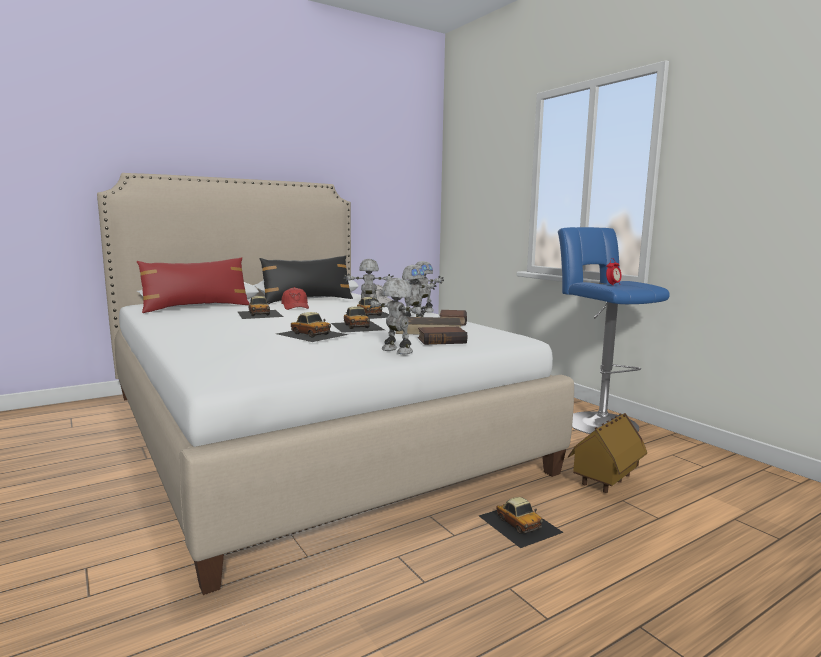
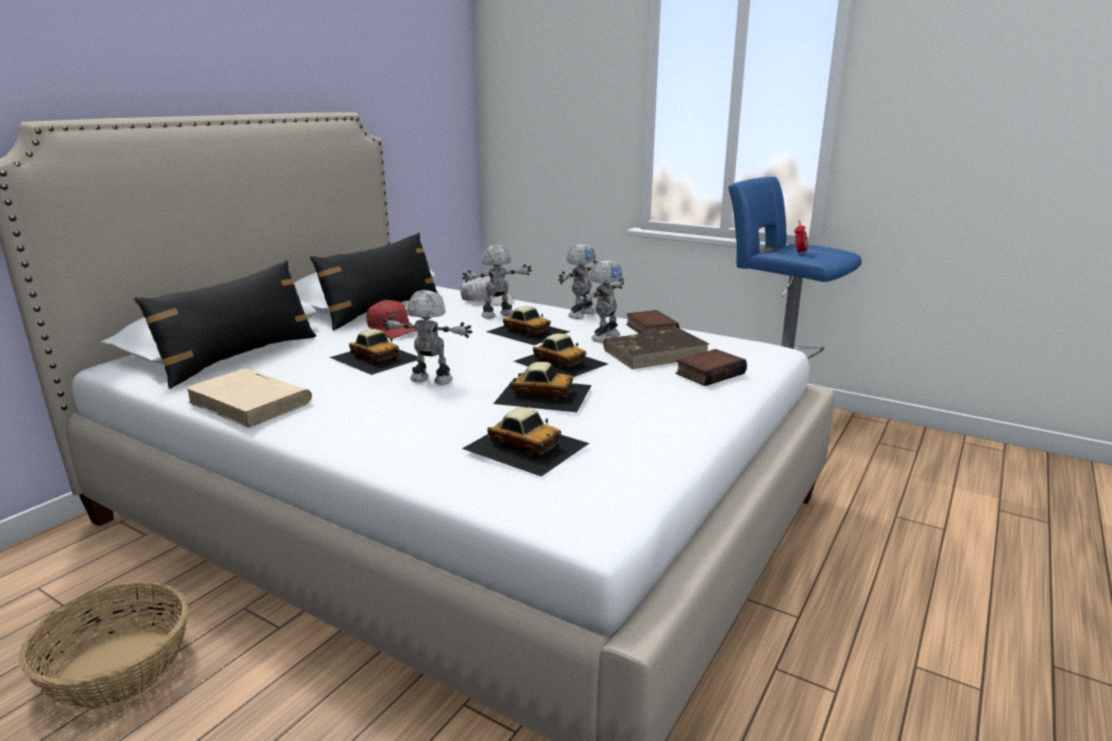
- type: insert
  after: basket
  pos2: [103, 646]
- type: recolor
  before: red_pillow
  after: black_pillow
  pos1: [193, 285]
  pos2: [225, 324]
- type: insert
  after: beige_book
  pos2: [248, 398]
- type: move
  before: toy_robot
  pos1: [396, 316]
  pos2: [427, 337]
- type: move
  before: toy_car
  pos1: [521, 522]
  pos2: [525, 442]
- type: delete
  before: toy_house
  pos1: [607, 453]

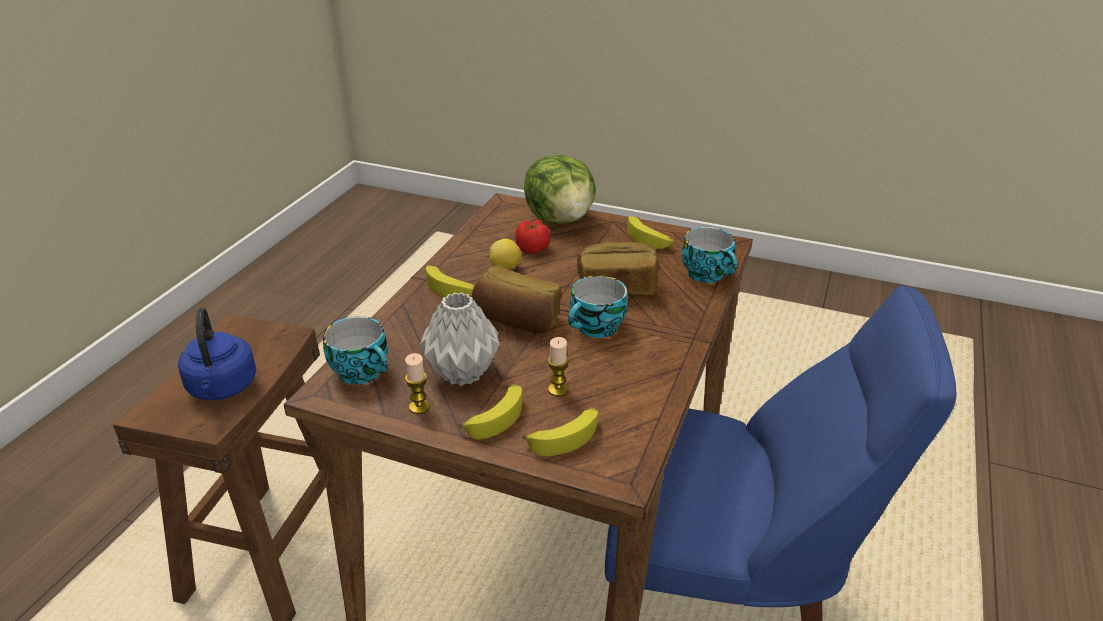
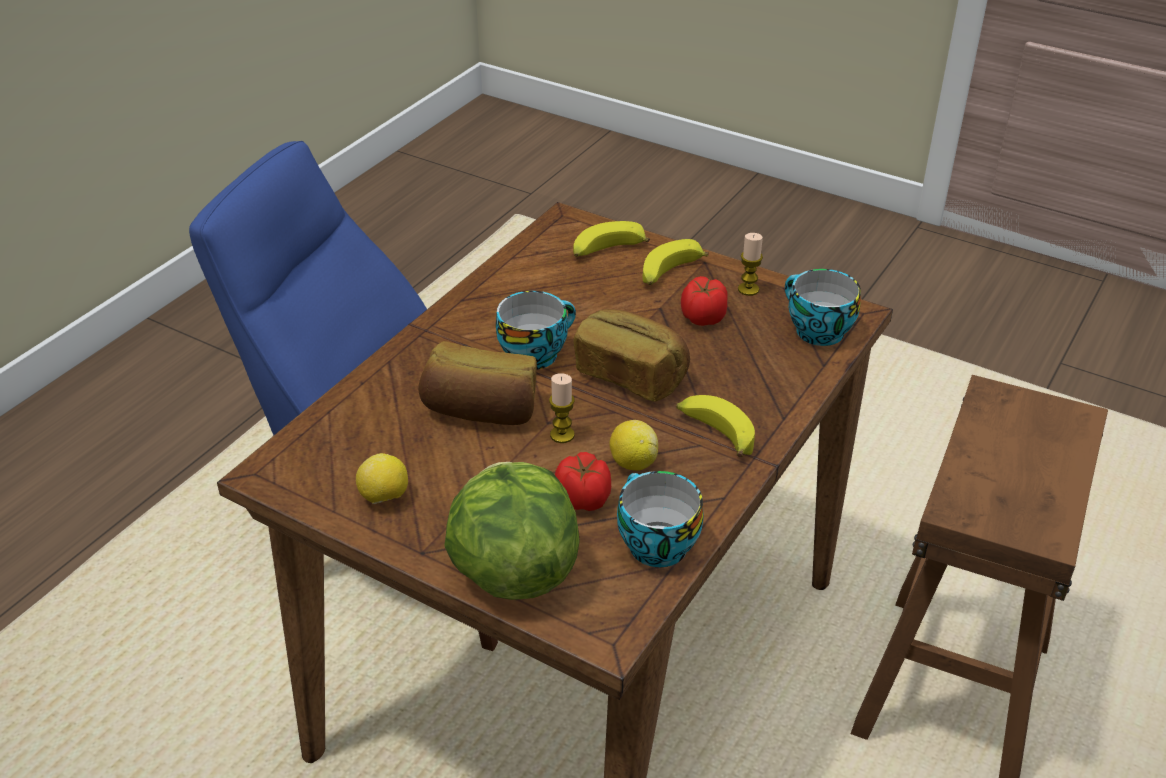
- type: replace
  before: banana
  after: lemon
  pos1: [651, 232]
  pos2: [382, 478]
- type: move
  before: candle
  pos1: [558, 367]
  pos2: [562, 408]
- type: move
  before: cup
  pos1: [709, 255]
  pos2: [660, 519]
- type: replace
  before: grey_vase
  after: tomato
  pos1: [460, 339]
  pos2: [704, 301]
- type: delete
  before: blue_kettle
  pos1: [217, 354]

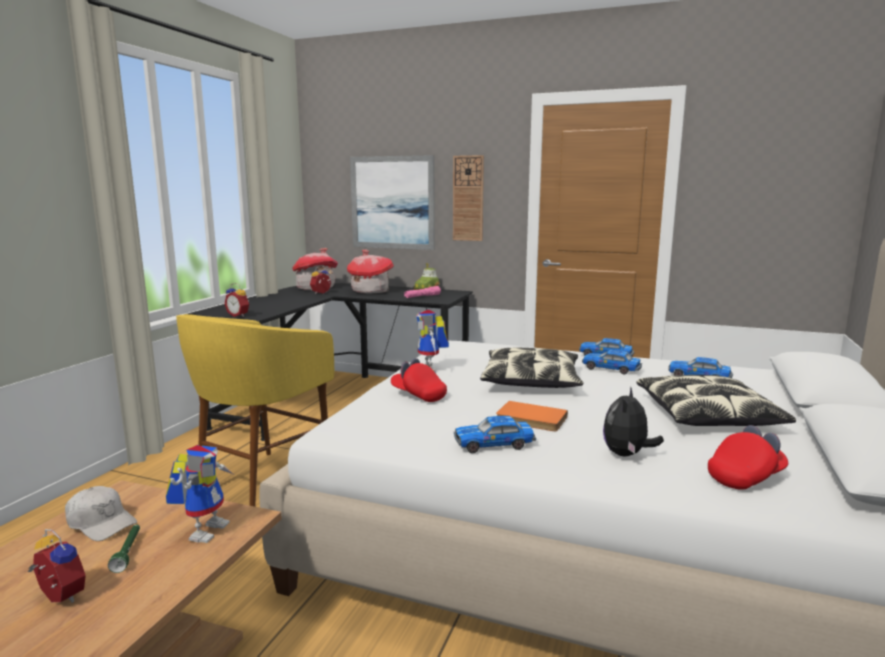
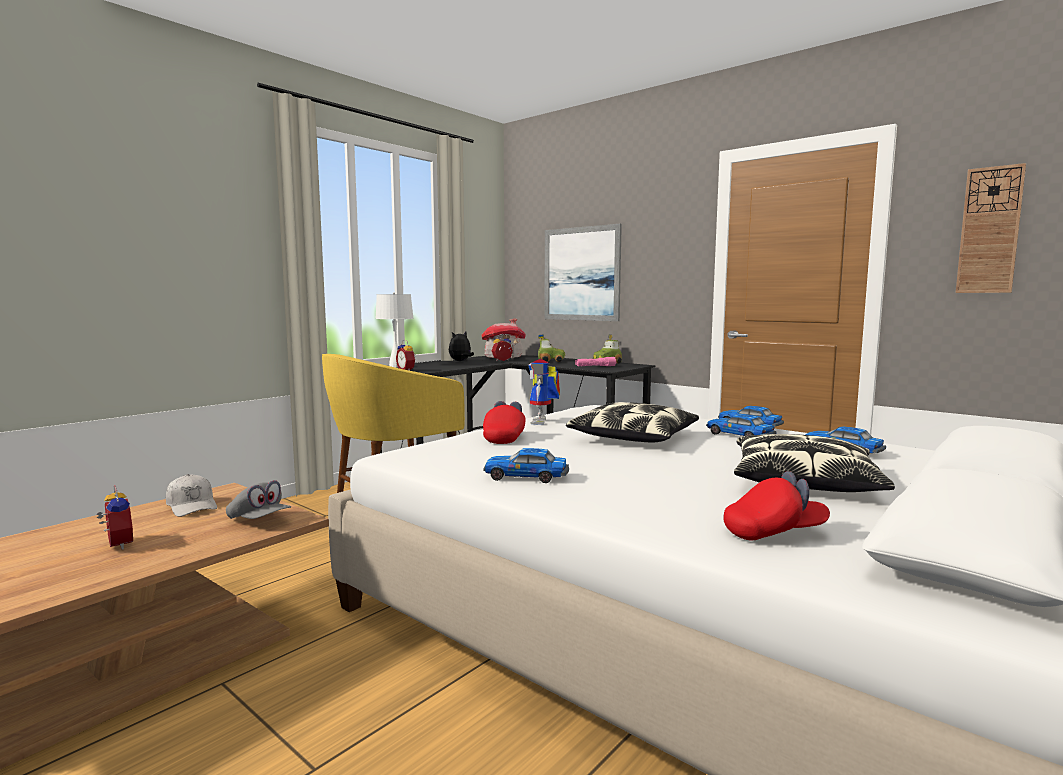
- type: replace
  before: toy_robot
  after: grey_cap
  pos1: [199, 494]
  pos2: [258, 499]
- type: insert
  after: white_table_lamp
  pos2: [394, 329]
- type: move
  before: plush_toy
  pos1: [633, 421]
  pos2: [461, 346]
- type: rotate
  before: red_cap
  pos1: [419, 380]
  pos2: [504, 422]
  turn: 45
- type: replace
  before: toy_house
  after: toy_car
  pos1: [370, 271]
  pos2: [551, 348]
- type: move
  before: wall_clock
  pos1: [468, 198]
  pos2: [991, 228]
- type: delete
  before: green_flashlight
  pos1: [124, 548]
- type: delete
  before: orange_book
  pos1: [532, 416]

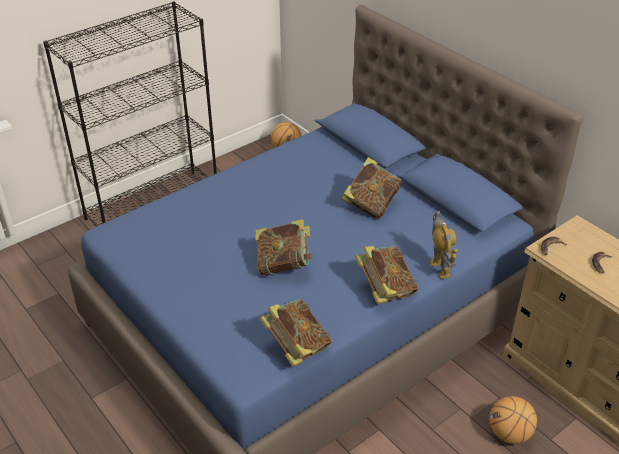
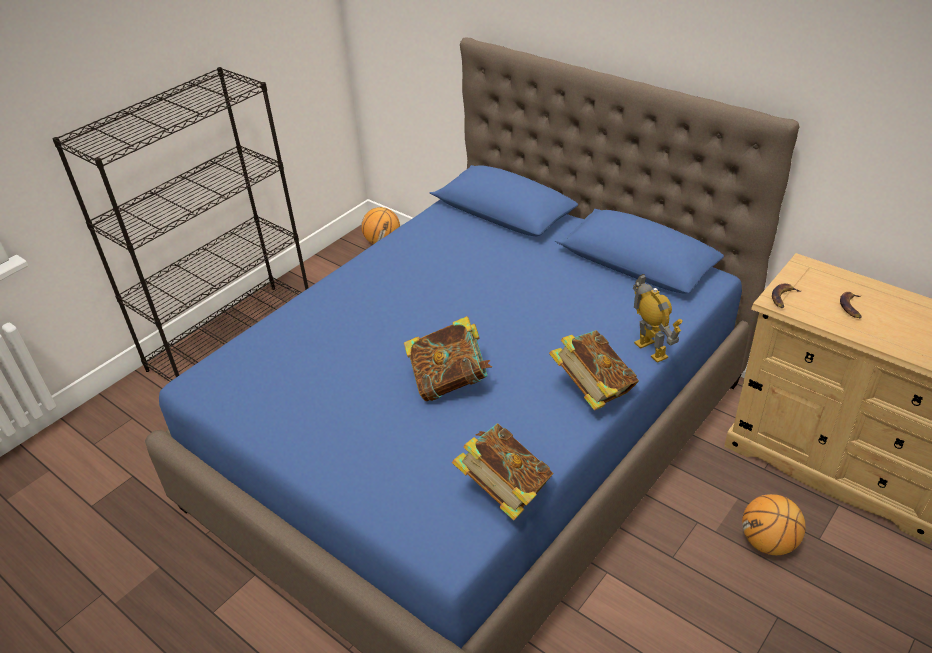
- type: delete
  before: book
  pos1: [371, 188]

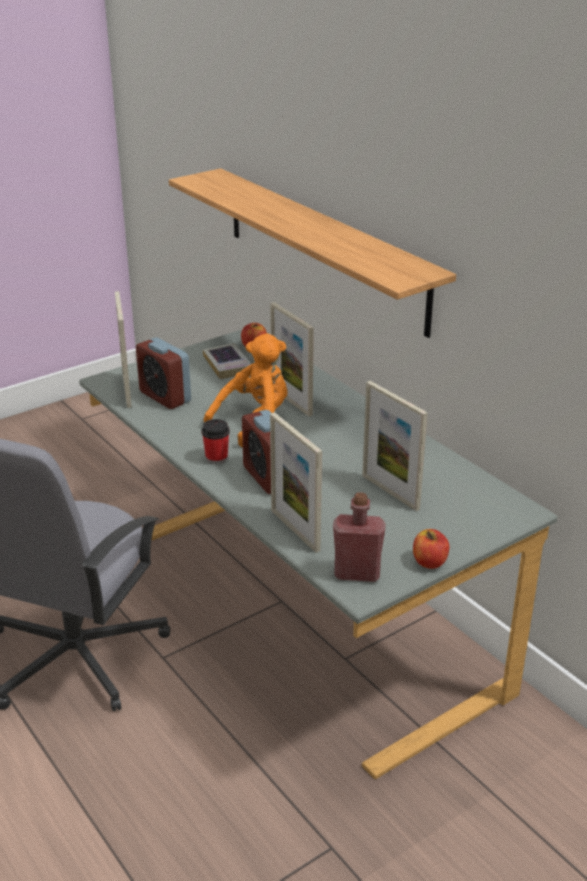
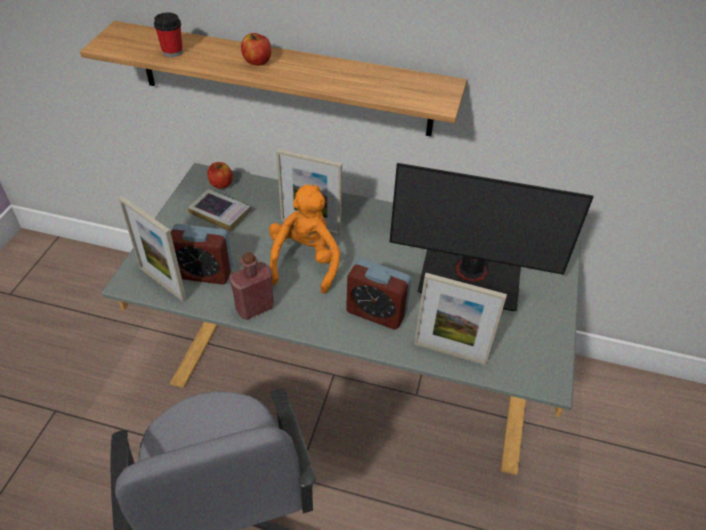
- type: move
  before: cup
  pos1: [216, 442]
  pos2: [168, 35]
- type: move
  before: red_bottle
  pos1: [359, 537]
  pos2: [252, 286]
- type: move
  before: apple
  pos1: [431, 549]
  pos2: [256, 49]
- type: replace
  before: picture_frame
  after: monitor
  pos1: [395, 446]
  pos2: [491, 237]

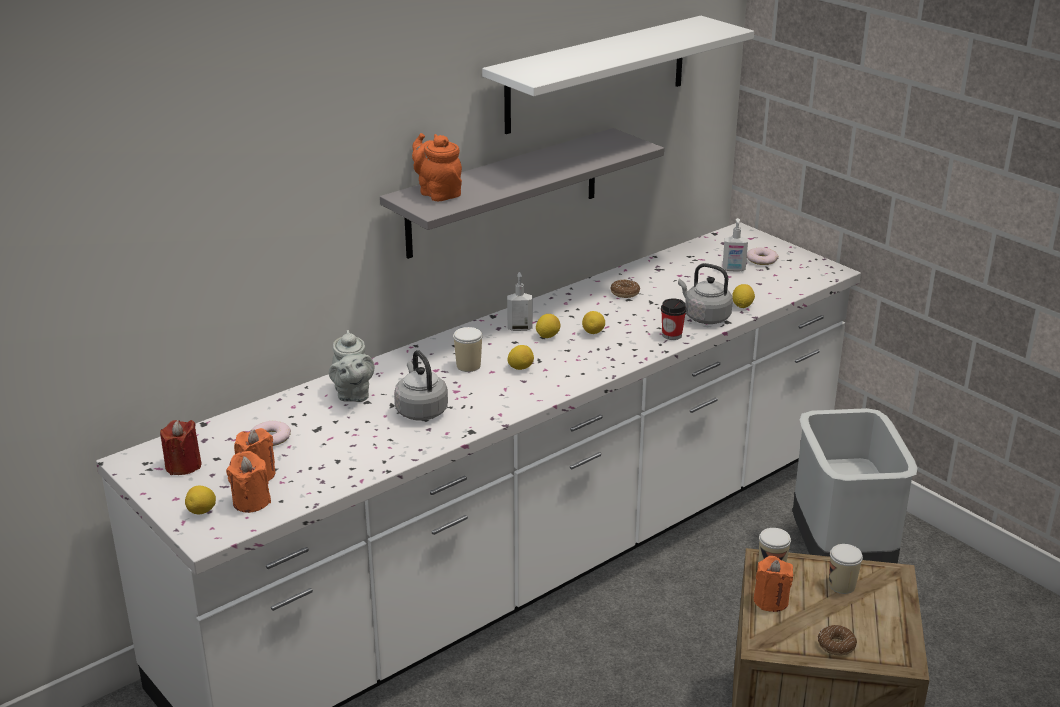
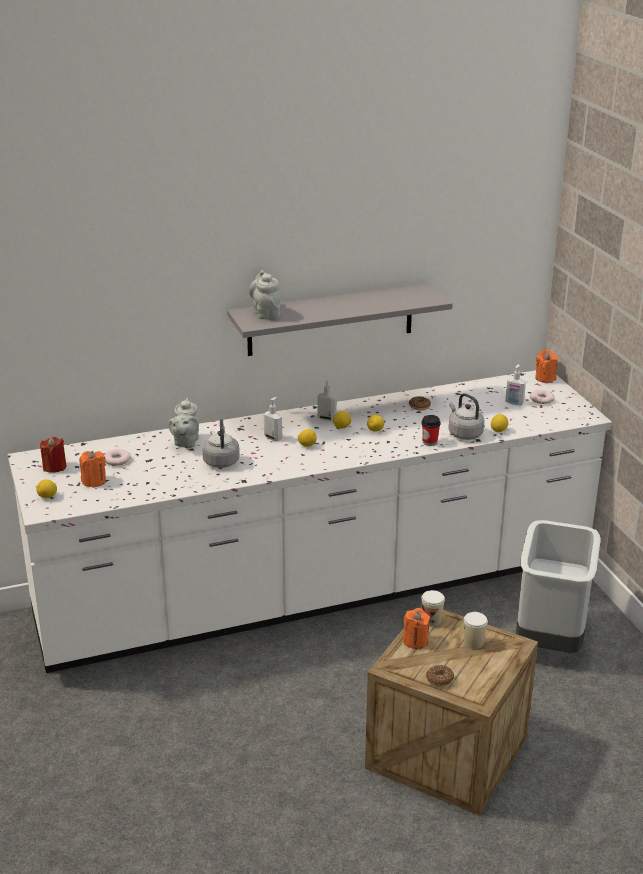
- type: recolor
  before: orange_teapot
  after: grey_teapot
  pos1: [437, 167]
  pos2: [264, 294]
- type: replace
  before: cup
  after: soap_dispenser
  pos1: [468, 349]
  pos2: [273, 419]
- type: move
  before: orange_candle
  pos1: [248, 482]
  pos2: [546, 366]
- type: delete
  before: white_shelf
  pos1: [618, 75]

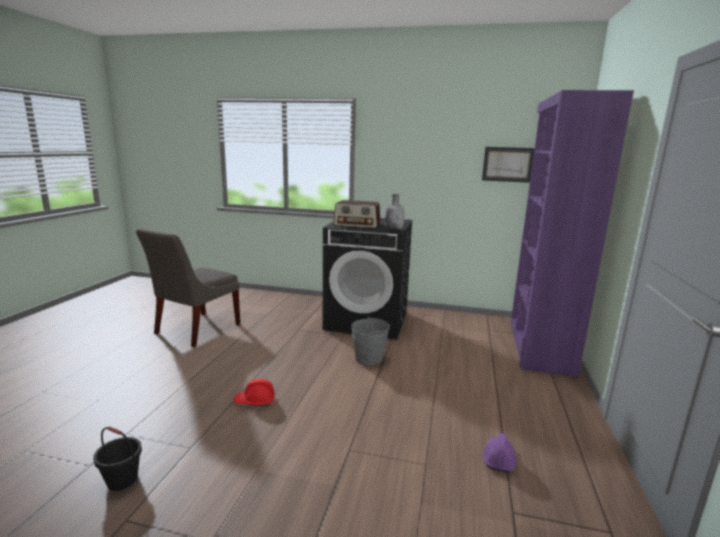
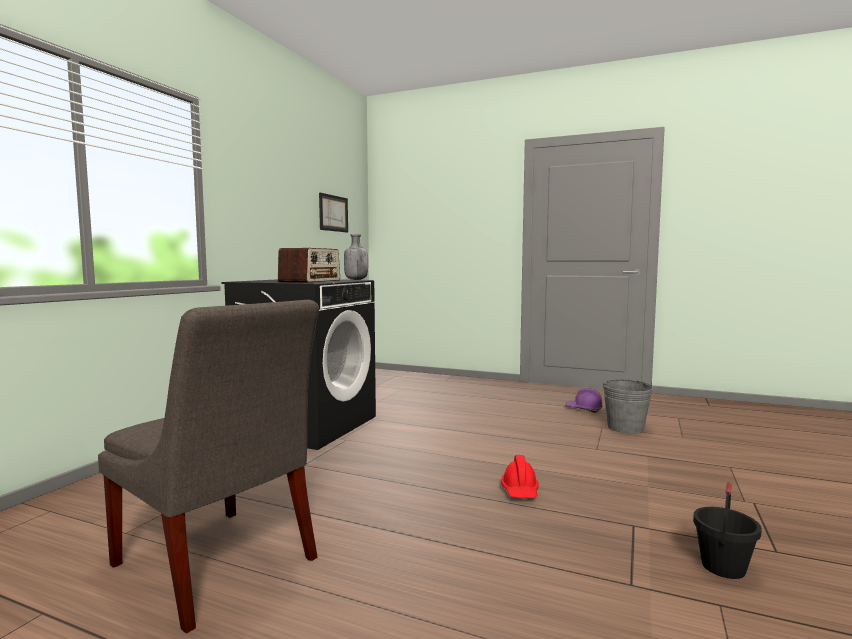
- type: move
  before: grey_bucket
  pos1: [370, 341]
  pos2: [628, 406]
- type: delete
  before: purple_bookcase
  pos1: [572, 233]

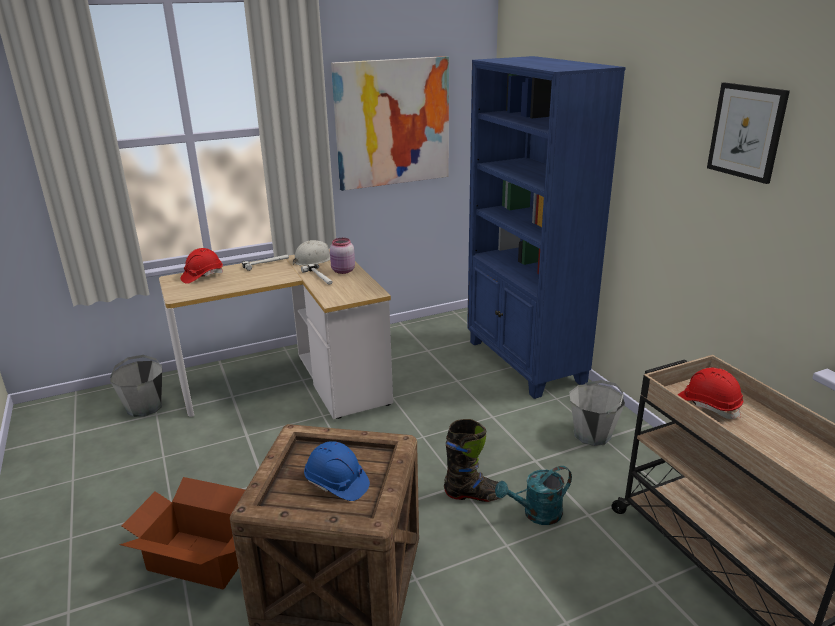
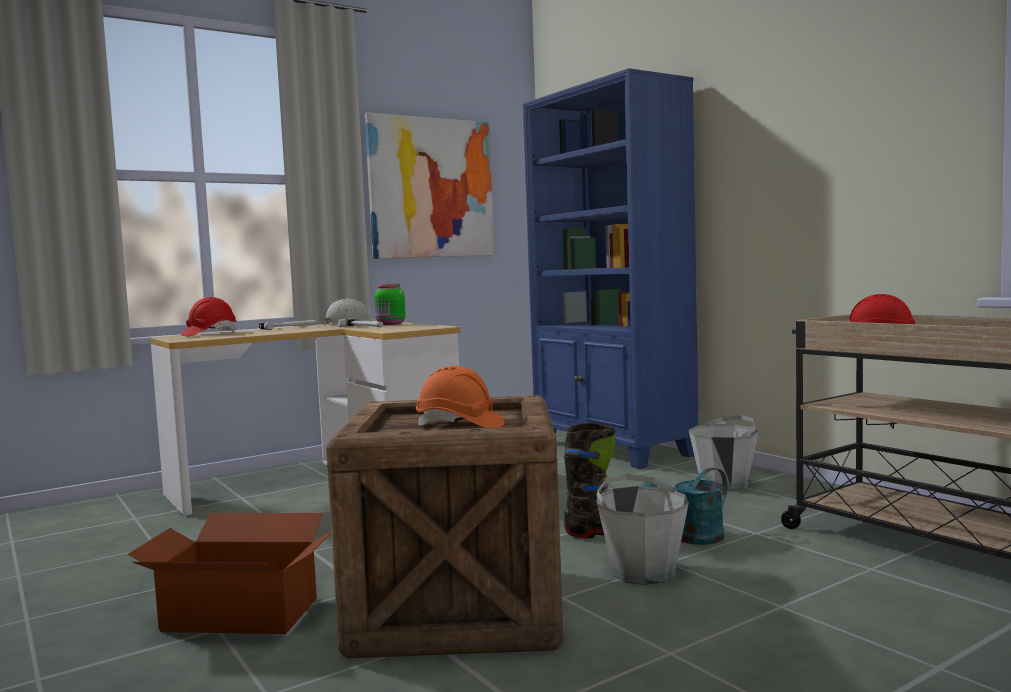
- type: recolor
  before: pink_jar
  after: green_jar
  pos1: [342, 256]
  pos2: [389, 304]
- type: recolor
  before: blue_hard_hat
  after: orange_hard_hat
  pos1: [337, 471]
  pos2: [460, 397]
- type: move
  before: grey_bucket
  pos1: [136, 386]
  pos2: [643, 529]
- type: delete
  before: picture
  pos1: [748, 133]

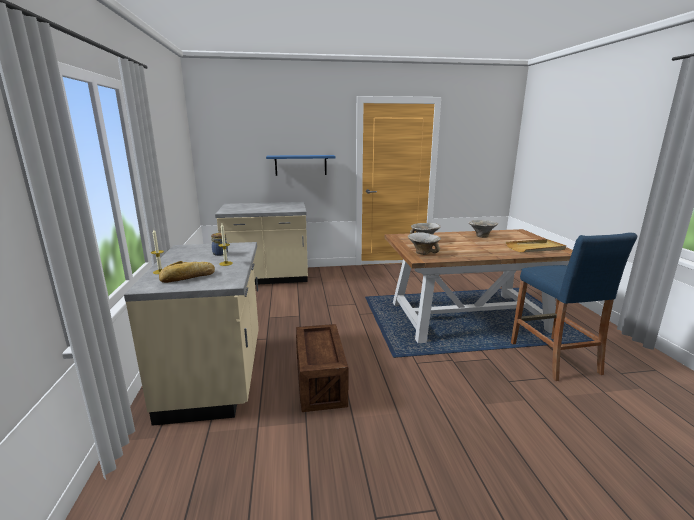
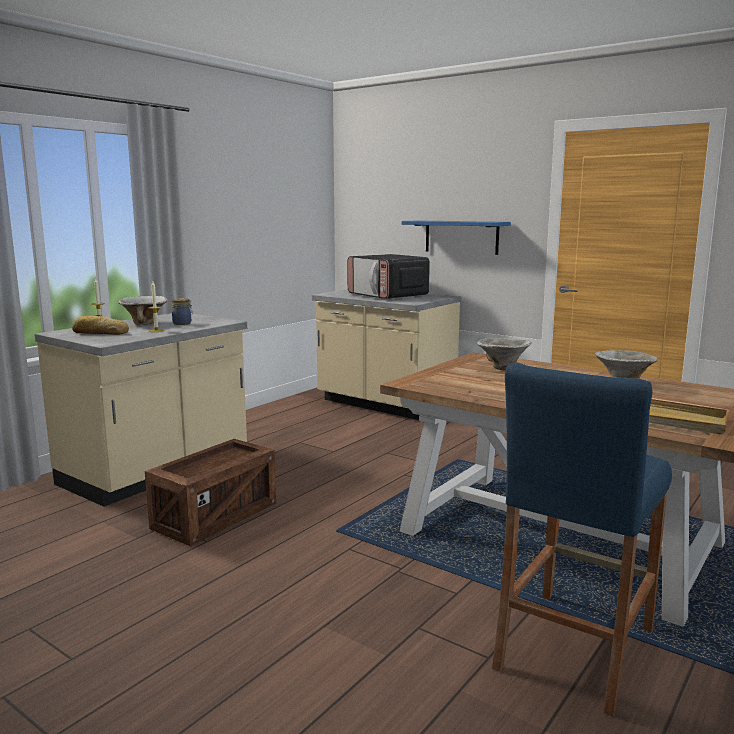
- type: move
  before: bowl
  pos1: [424, 243]
  pos2: [143, 310]
- type: insert
  after: microwave
  pos2: [388, 276]

